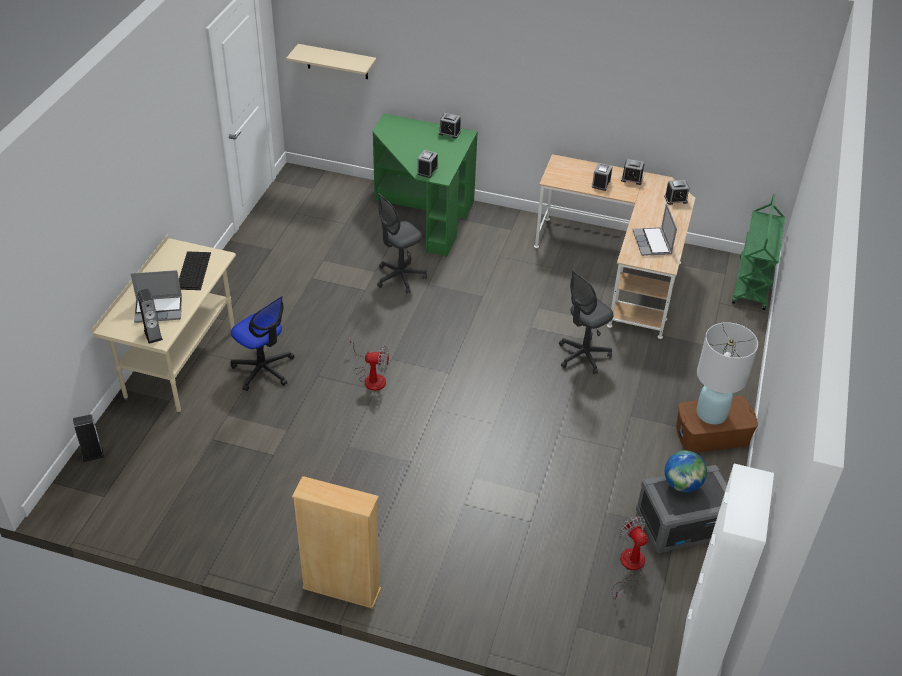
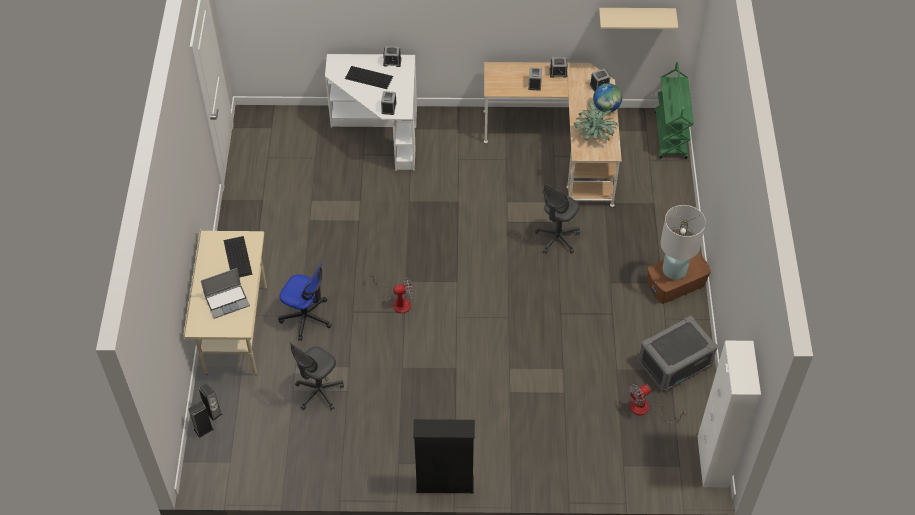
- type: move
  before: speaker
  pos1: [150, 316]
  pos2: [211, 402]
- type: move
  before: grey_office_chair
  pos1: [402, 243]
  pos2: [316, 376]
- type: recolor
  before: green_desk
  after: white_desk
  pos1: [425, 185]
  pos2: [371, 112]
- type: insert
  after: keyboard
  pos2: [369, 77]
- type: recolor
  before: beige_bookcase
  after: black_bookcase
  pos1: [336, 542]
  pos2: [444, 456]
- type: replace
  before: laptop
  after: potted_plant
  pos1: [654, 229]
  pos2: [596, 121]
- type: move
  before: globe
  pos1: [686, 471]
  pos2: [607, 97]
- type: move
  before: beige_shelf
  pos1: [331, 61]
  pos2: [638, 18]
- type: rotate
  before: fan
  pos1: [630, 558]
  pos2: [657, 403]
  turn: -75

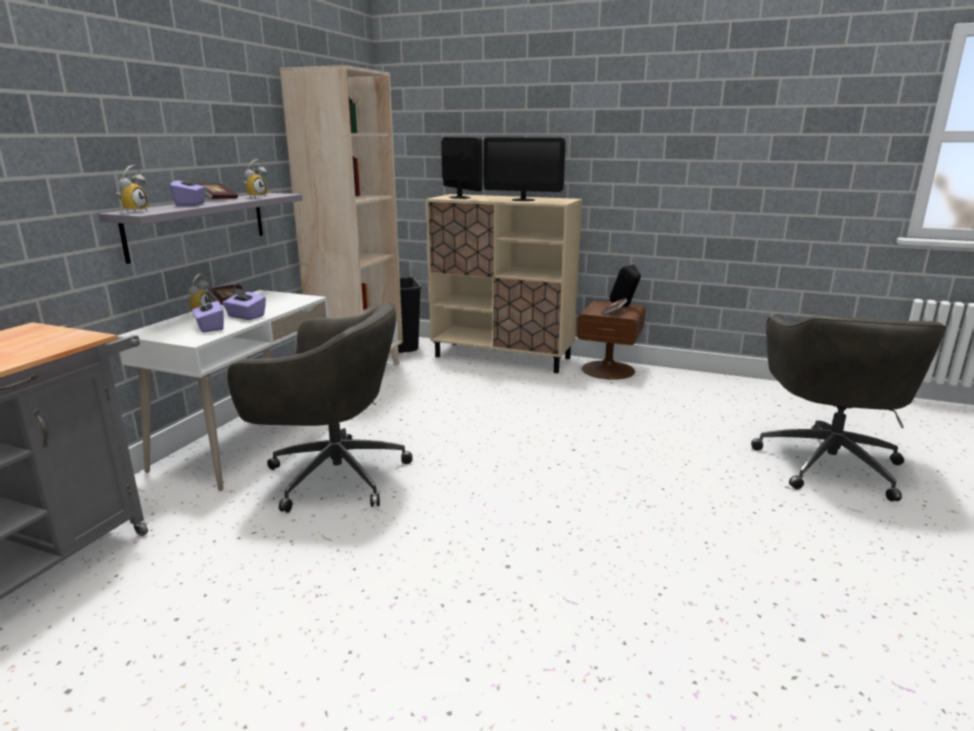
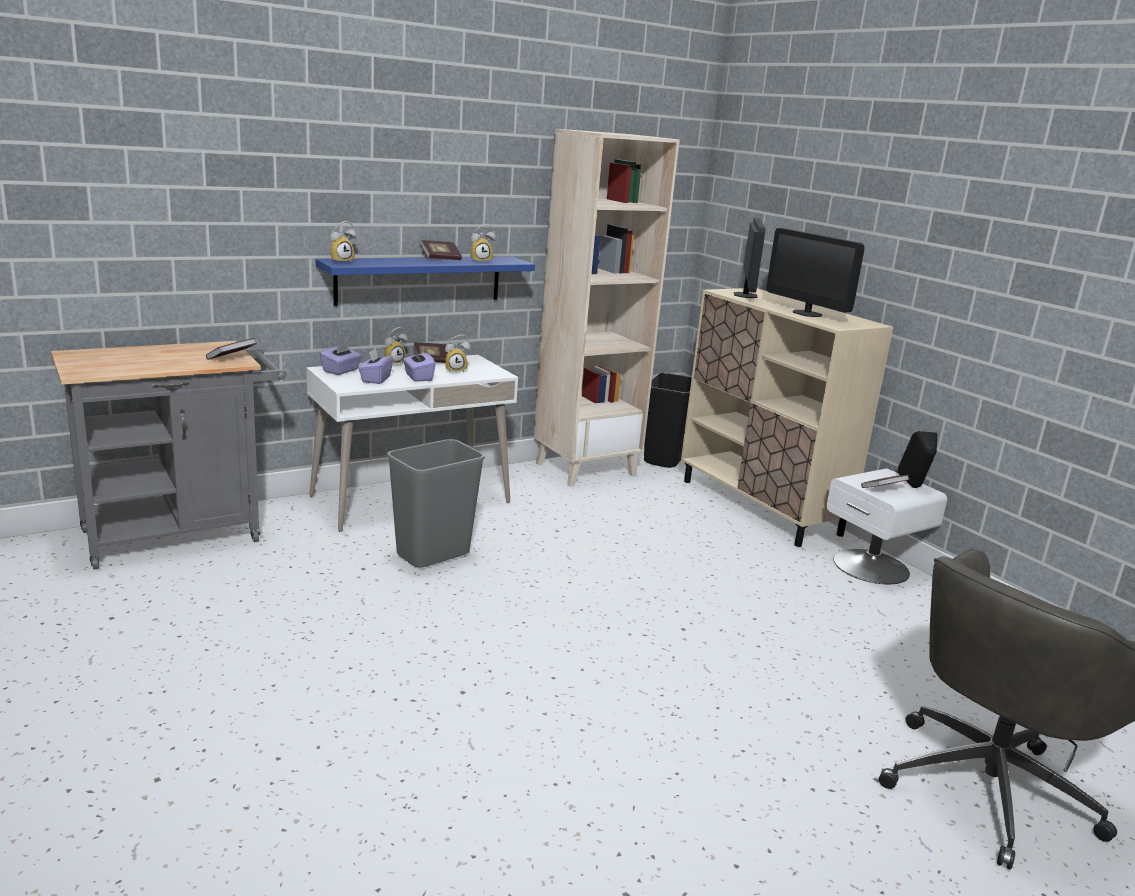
- type: insert
  after: book
  pos2: [231, 349]
- type: recolor
  before: grey_shelf
  after: blue_shelf
  pos1: [200, 228]
  pos2: [425, 281]
- type: move
  before: purple_tissue_box
  pos1: [188, 189]
  pos2: [341, 358]
- type: replace
  before: grey_office_chair
  after: grey_trash_can
  pos1: [320, 407]
  pos2: [436, 503]
- type: insert
  after: alarm_clock
  pos2: [458, 354]
- type: recolor
  before: brown_nightstand
  after: white_nightstand
  pos1: [611, 340]
  pos2: [887, 526]

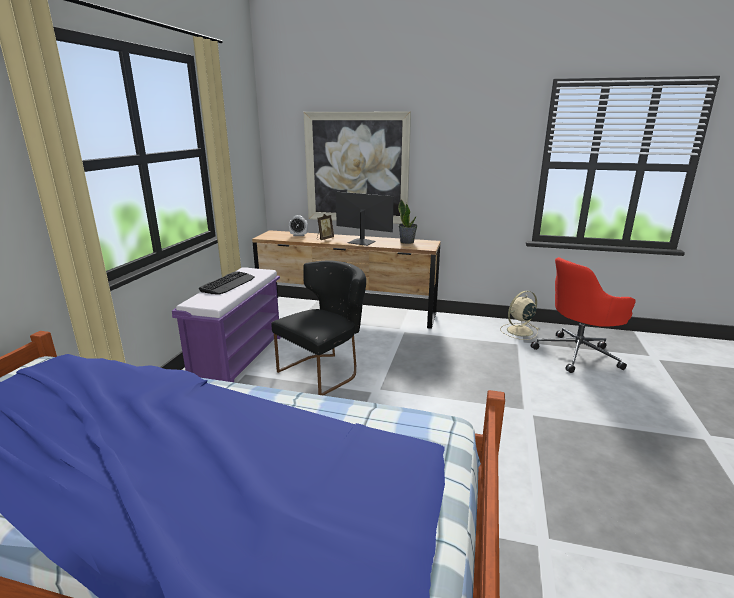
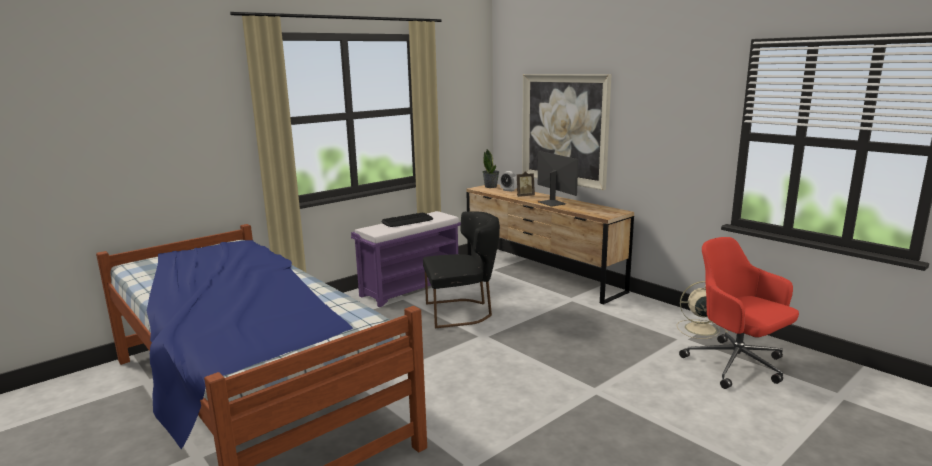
- type: move
  before: potted_plant
  pos1: [408, 222]
  pos2: [490, 168]
- type: rotate
  before: red_office_chair
  pos1: [583, 315]
  pos2: [739, 313]
  turn: 45

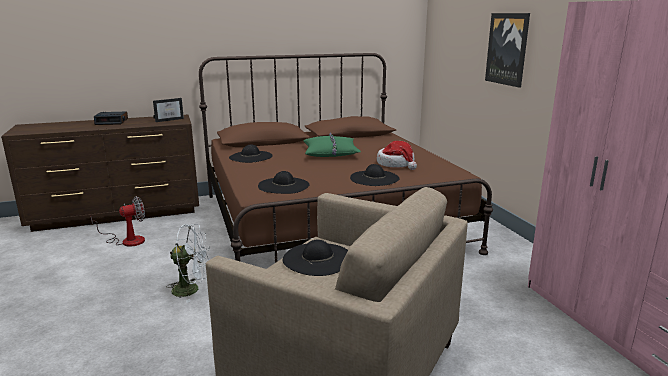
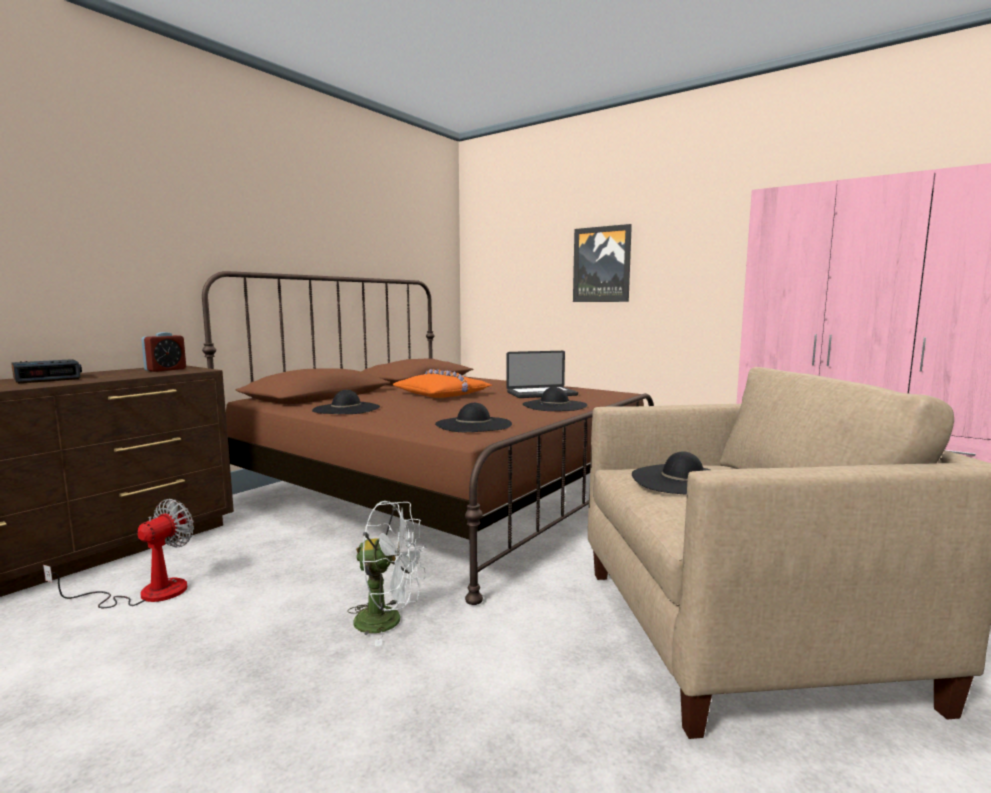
- type: replace
  before: picture_frame
  after: alarm_clock
  pos1: [168, 110]
  pos2: [163, 352]
- type: rotate
  before: white_fan
  pos1: [188, 263]
  pos2: [386, 573]
  turn: 45
- type: recolor
  before: green_pillow
  after: orange_pillow
  pos1: [332, 145]
  pos2: [442, 383]
- type: replace
  before: hat
  after: laptop
  pos1: [397, 155]
  pos2: [542, 374]

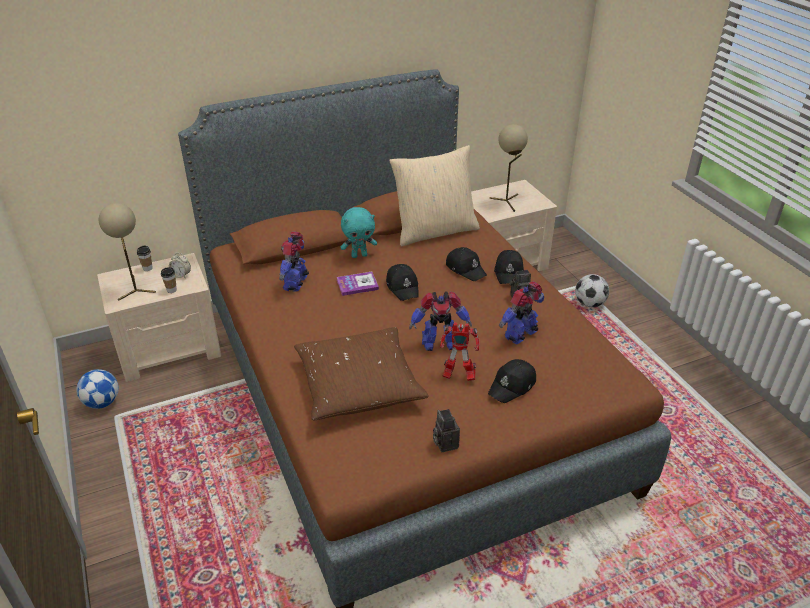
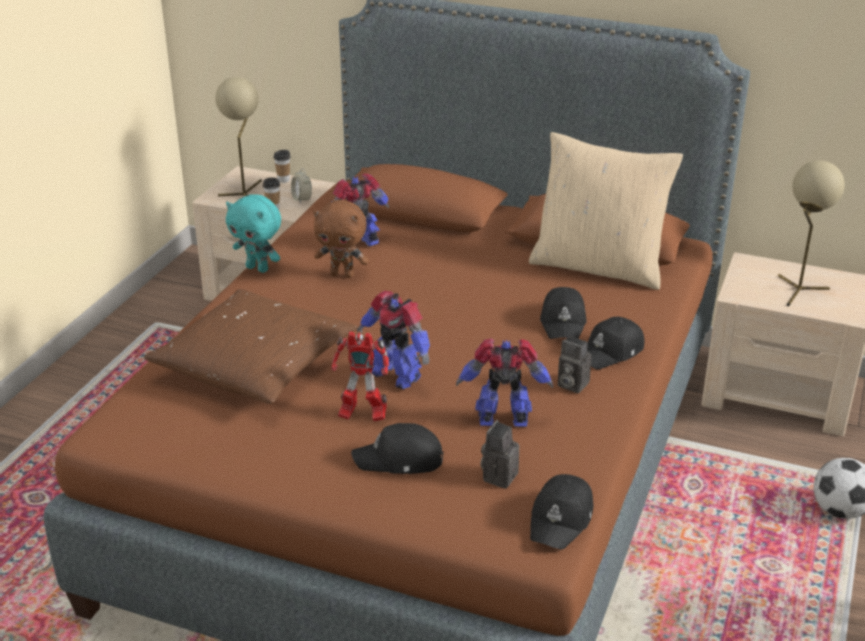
- type: move
  before: turquoise_plush_toy
  pos1: [359, 232]
  pos2: [253, 234]
- type: insert
  after: brown_plush_toy
  pos2: [341, 239]
- type: rotate
  before: toy_robot
  pos1: [460, 351]
  pos2: [360, 377]
  turn: -45
- type: move
  before: photo_camera
  pos1: [446, 430]
  pos2: [499, 454]
- type: move
  before: black_cap
  pos1: [402, 282]
  pos2: [562, 511]
- type: delete
  before: football
  pos1: [97, 389]
- type: delete
  before: book
  pos1: [358, 284]

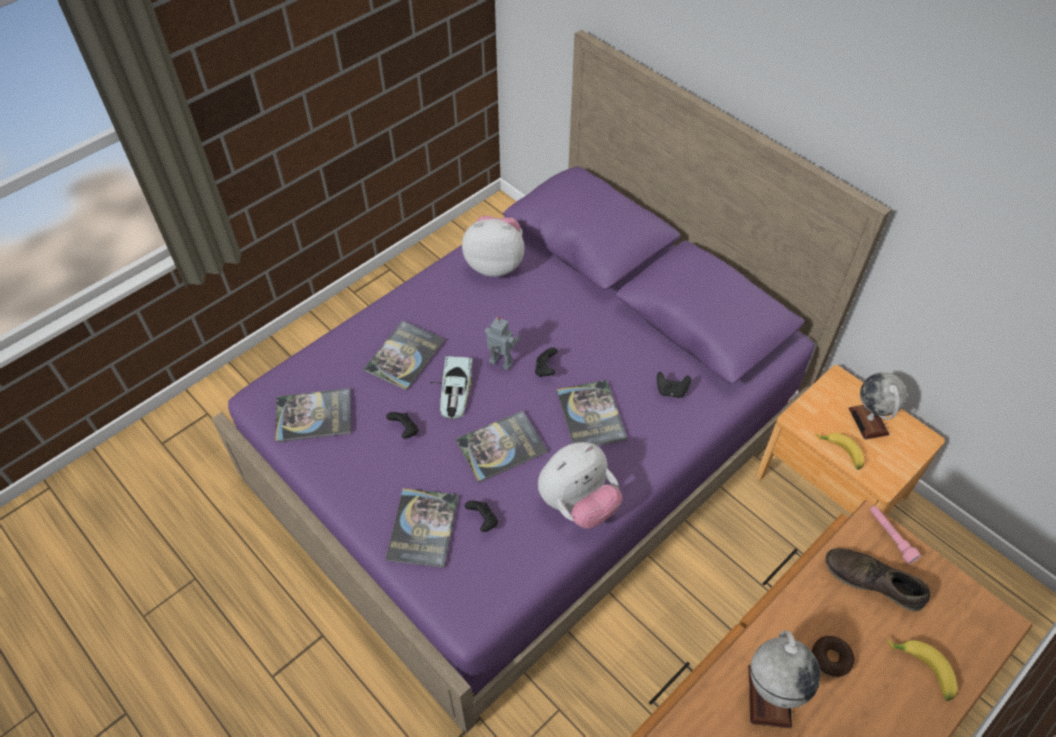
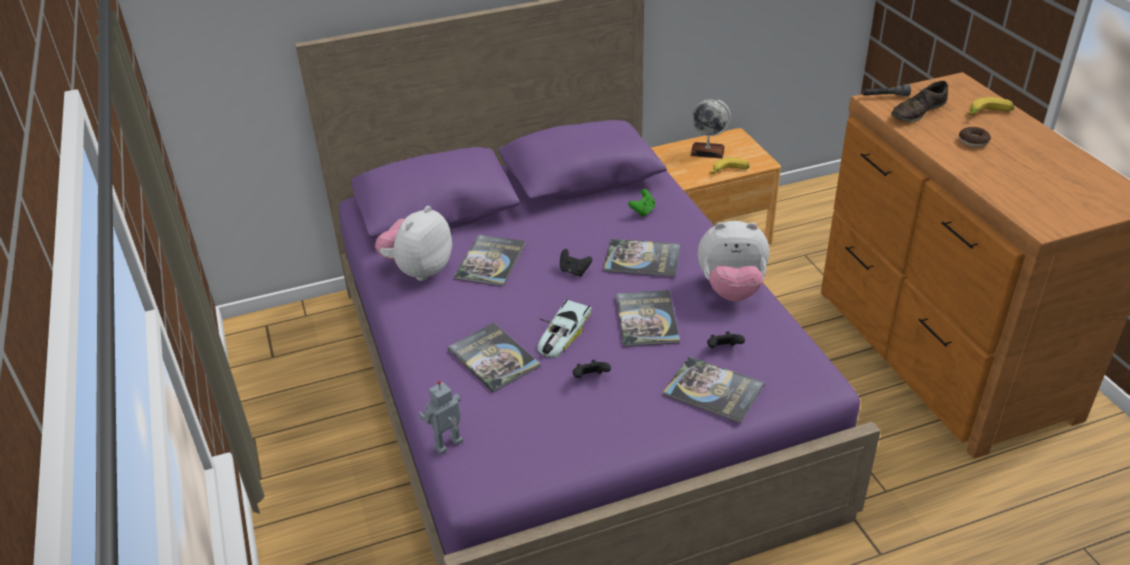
- type: move
  before: toy_robot
  pos1: [502, 343]
  pos2: [440, 418]
- type: move
  before: book
  pos1: [313, 415]
  pos2: [490, 260]
- type: rotate
  before: toy_car
  pos1: [451, 387]
  pos2: [564, 328]
  turn: 90
- type: recolor
  before: black_game_controller
  after: green_game_controller
  pos1: [674, 385]
  pos2: [641, 203]
- type: rotate
  before: plush_toy
  pos1: [580, 485]
  pos2: [733, 261]
  turn: 105
- type: recolor
  before: pink_flashlight
  after: grey_flashlight
  pos1: [895, 535]
  pos2: [886, 90]
- type: delete
  before: globe
  pos1: [784, 679]

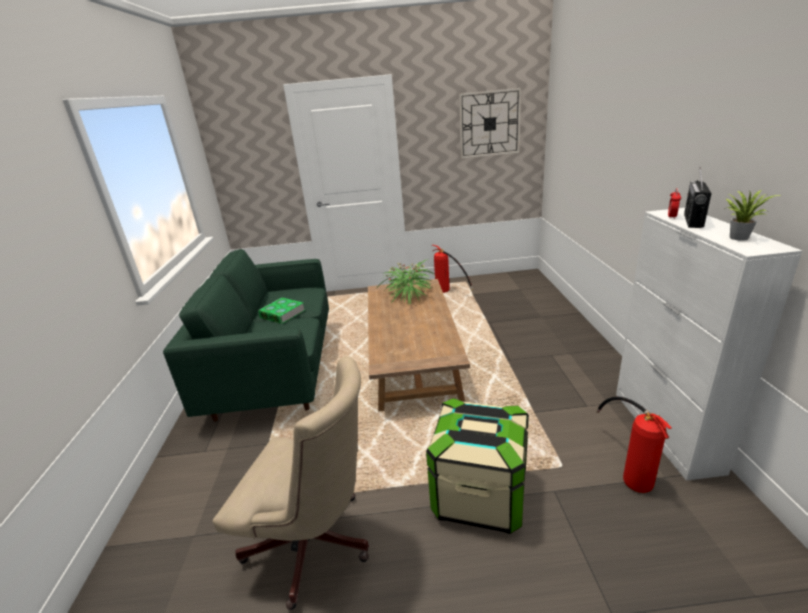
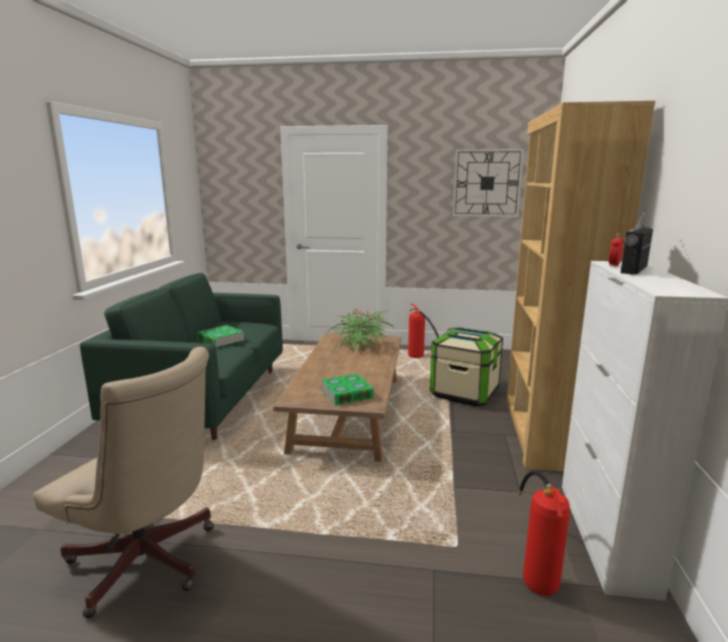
- type: insert
  after: book
  pos2: [347, 389]
- type: move
  before: storage_box
  pos1: [477, 466]
  pos2: [466, 366]
- type: insert
  after: brown_bookcase
  pos2: [581, 286]
- type: delete
  before: potted_plant
  pos1: [753, 215]

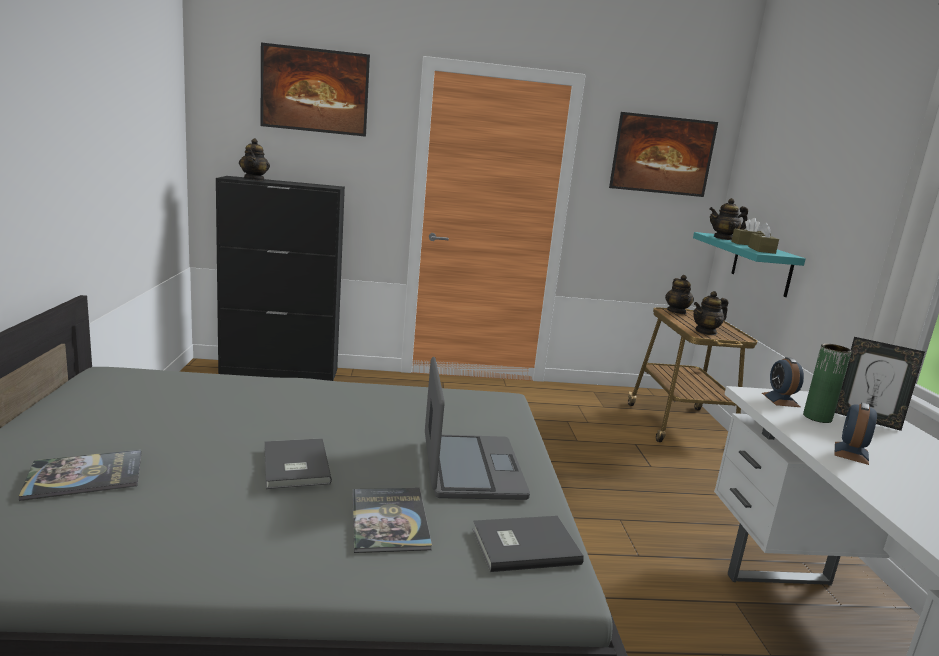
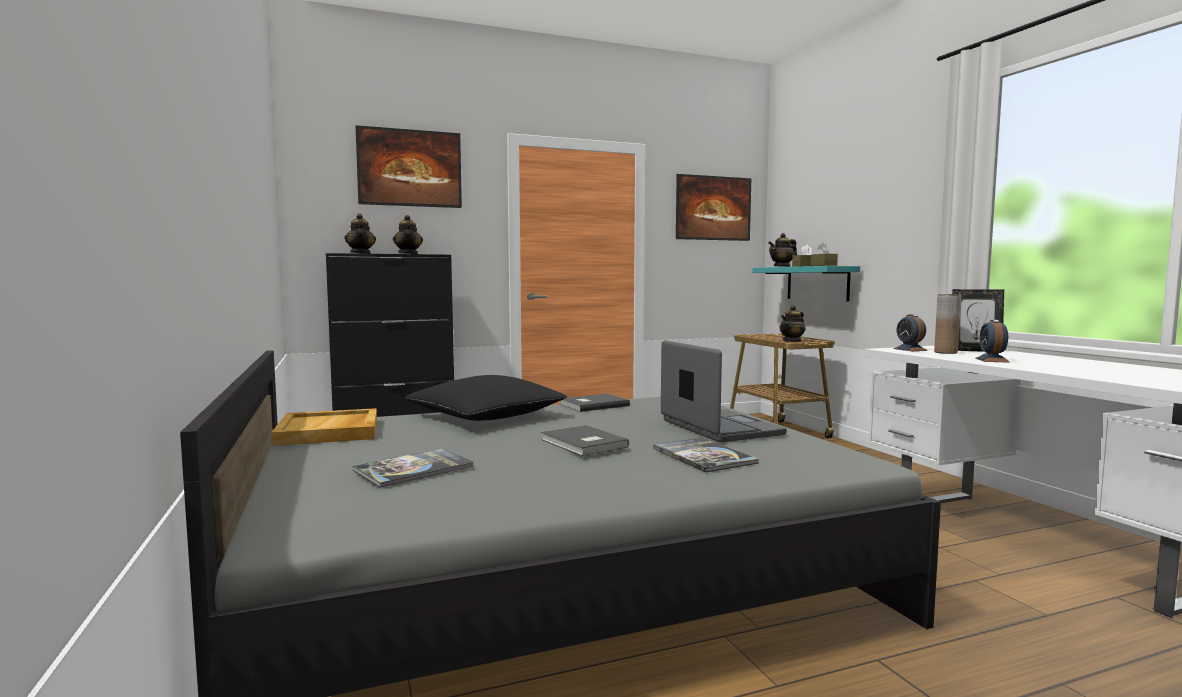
- type: insert
  after: beige_tray
  pos2: [324, 427]
- type: move
  before: teapot
  pos1: [679, 294]
  pos2: [408, 234]
- type: insert
  after: black_pillow
  pos2: [486, 398]
- type: move
  before: grey_book
  pos1: [528, 544]
  pos2: [595, 403]
- type: recolor
  before: green_vase
  after: brown_vase
  pos1: [827, 383]
  pos2: [947, 324]

